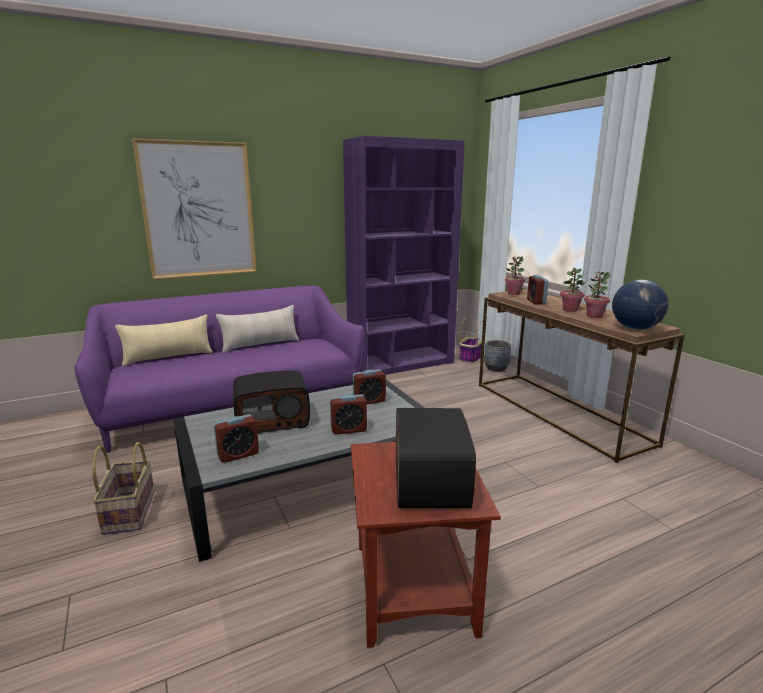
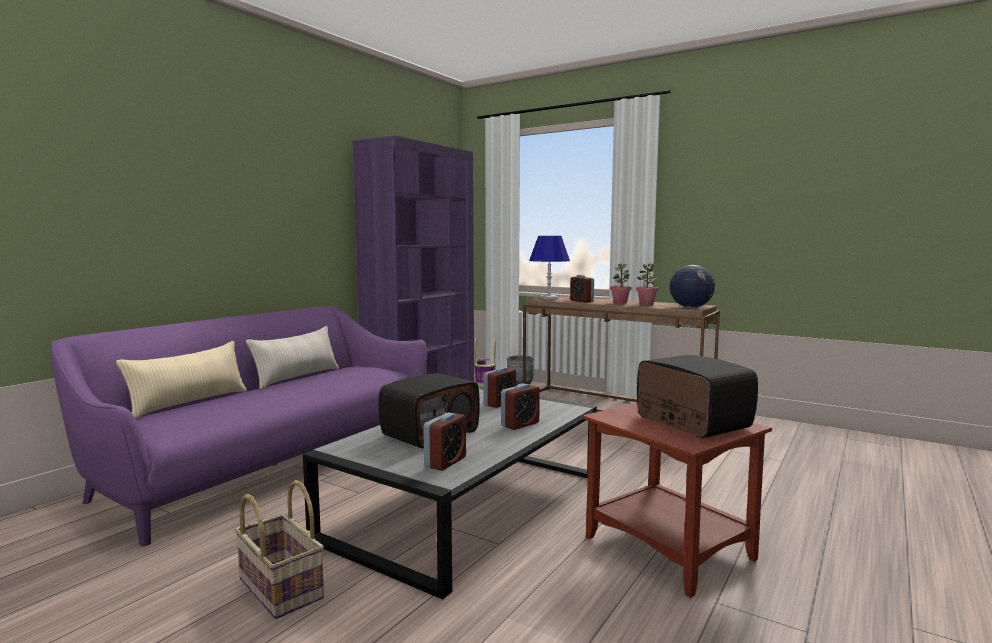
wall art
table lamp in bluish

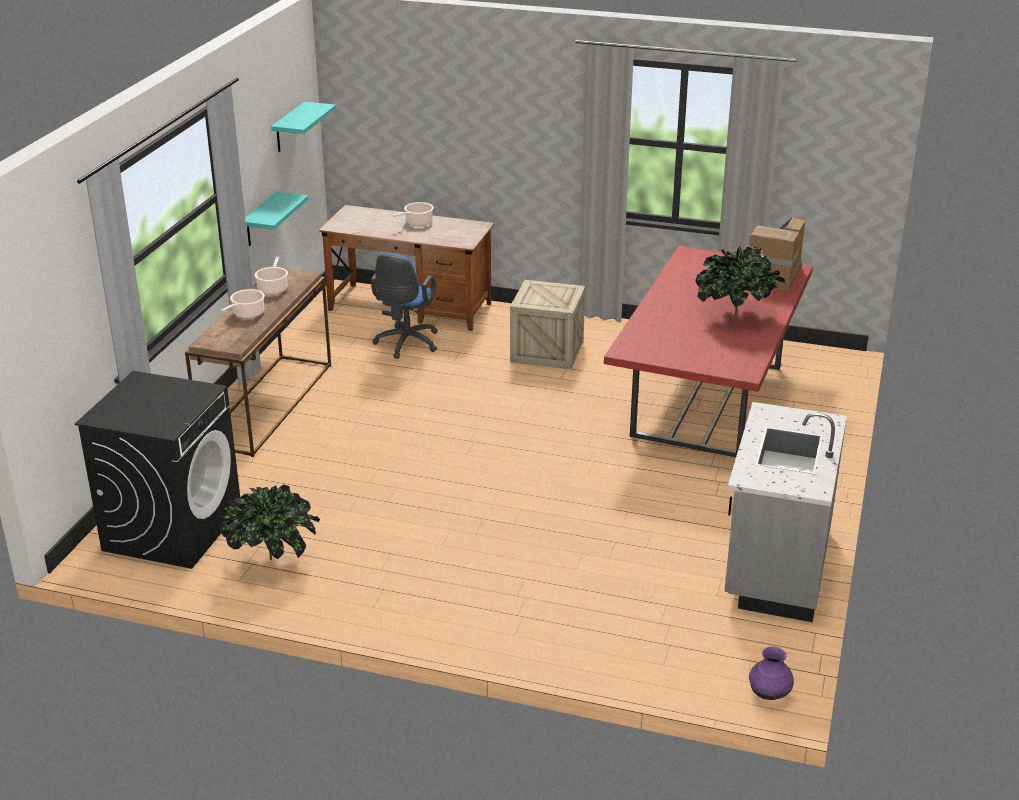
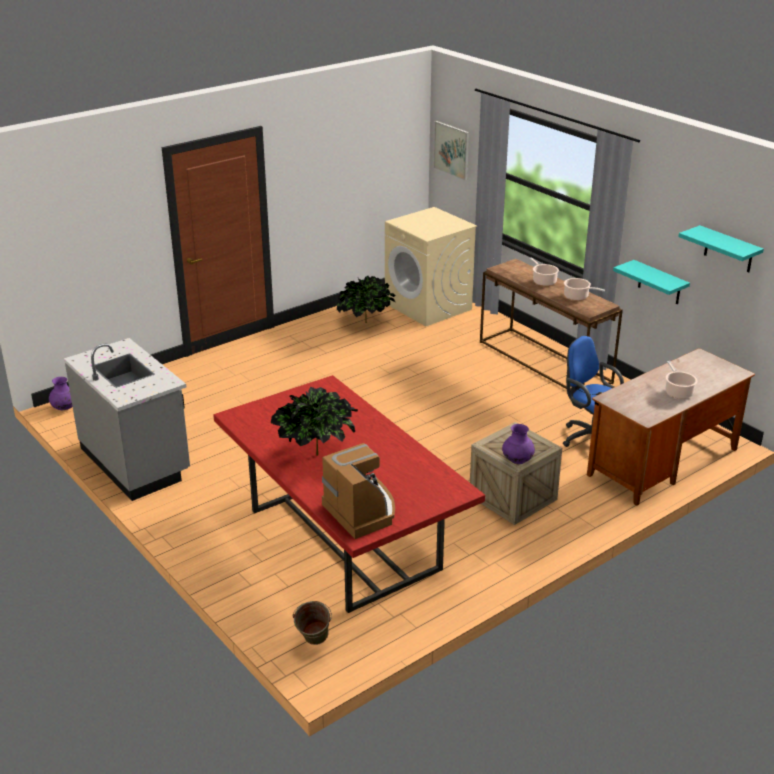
washing machine in sand-coloured
water bucket in green
wall art
decorative vase in purple-coloured (no. 2 from left)

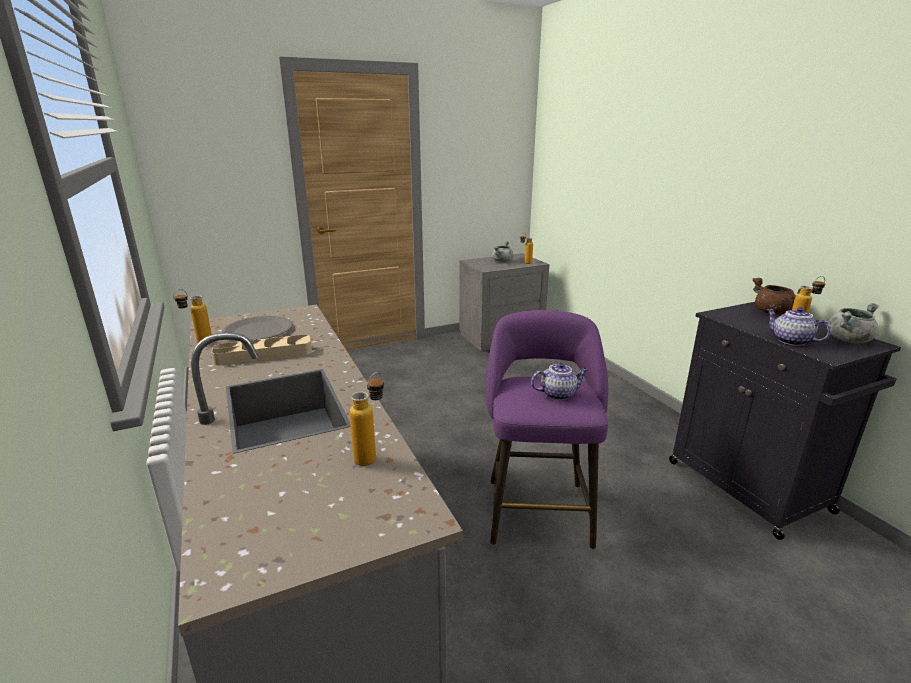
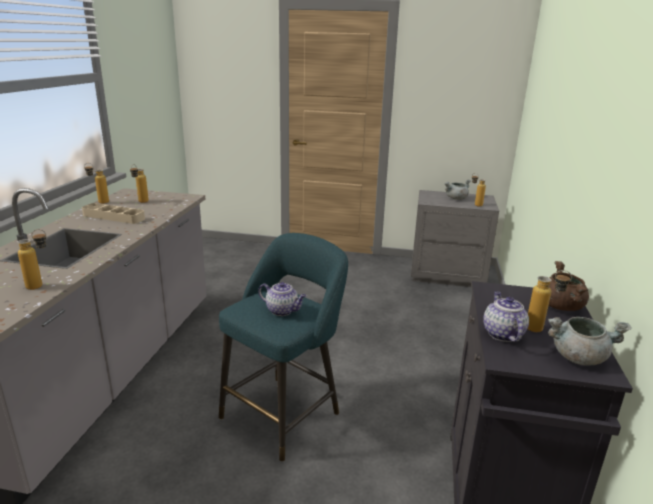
drink bottle (no. 3 from left)
sitting stool in blue-green

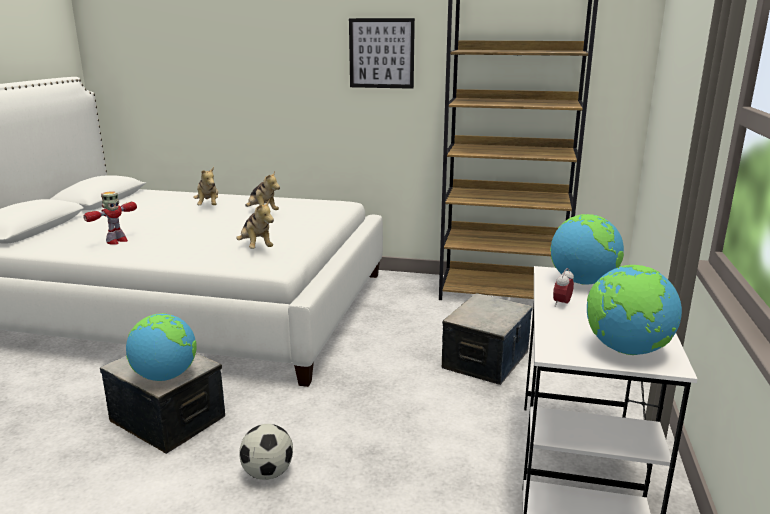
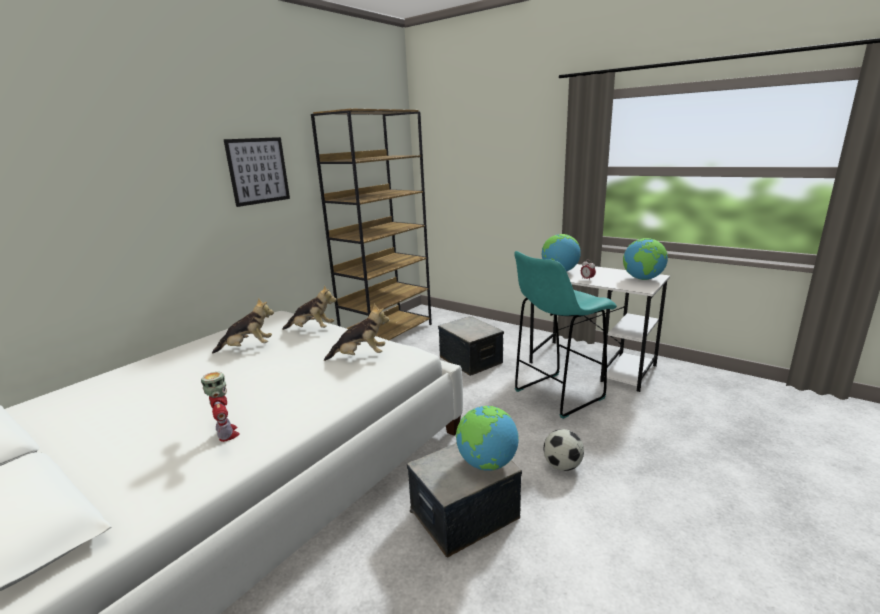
soft toy (no. 2 from left)
sitting stool in blue-green

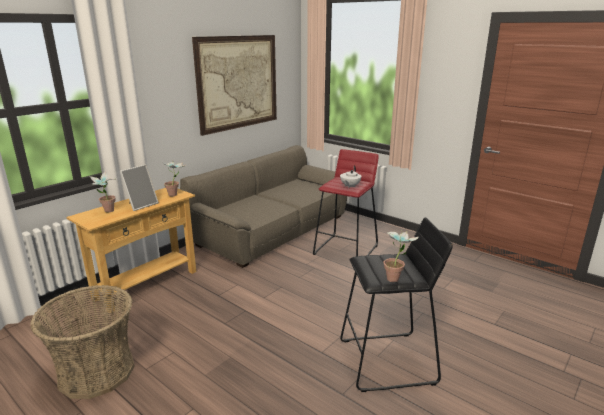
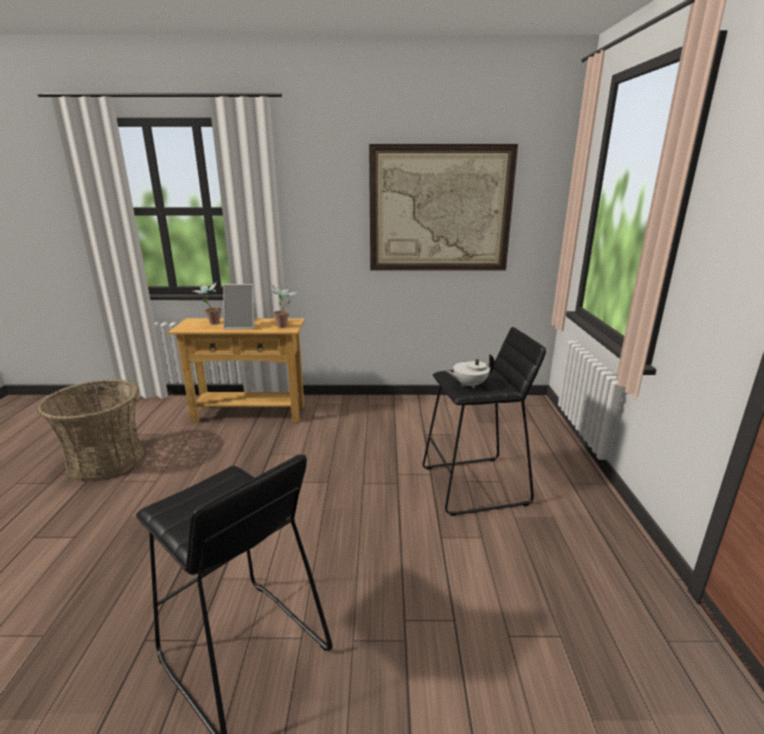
couch
sitting stool in black (no. 2 from left)
potted plant (no. 3 from left in the first image)

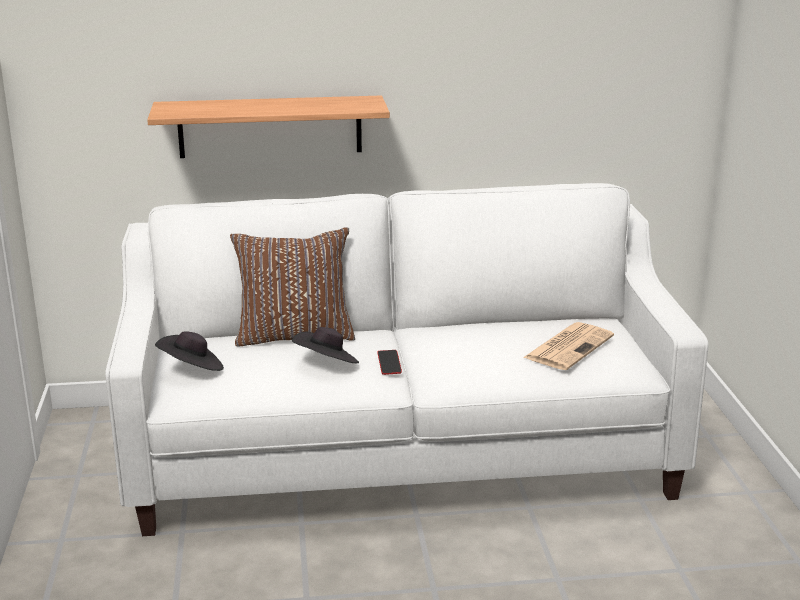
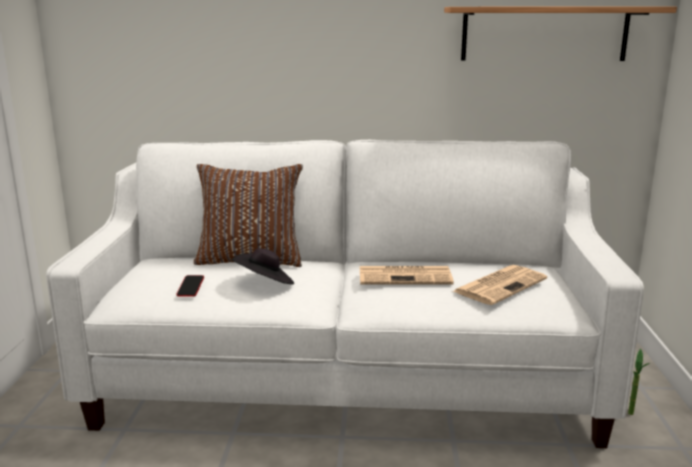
bracket shelf
clothing hat in black (no. 1 from left in the first image)
handset
daily paper (no. 1 from left)
potted plant

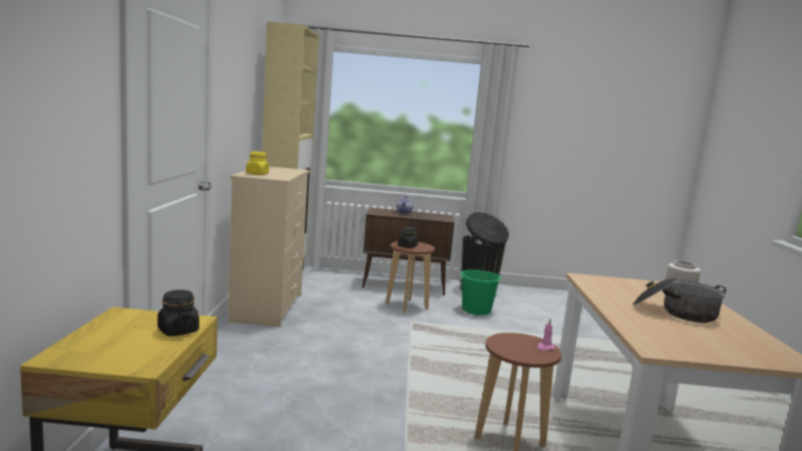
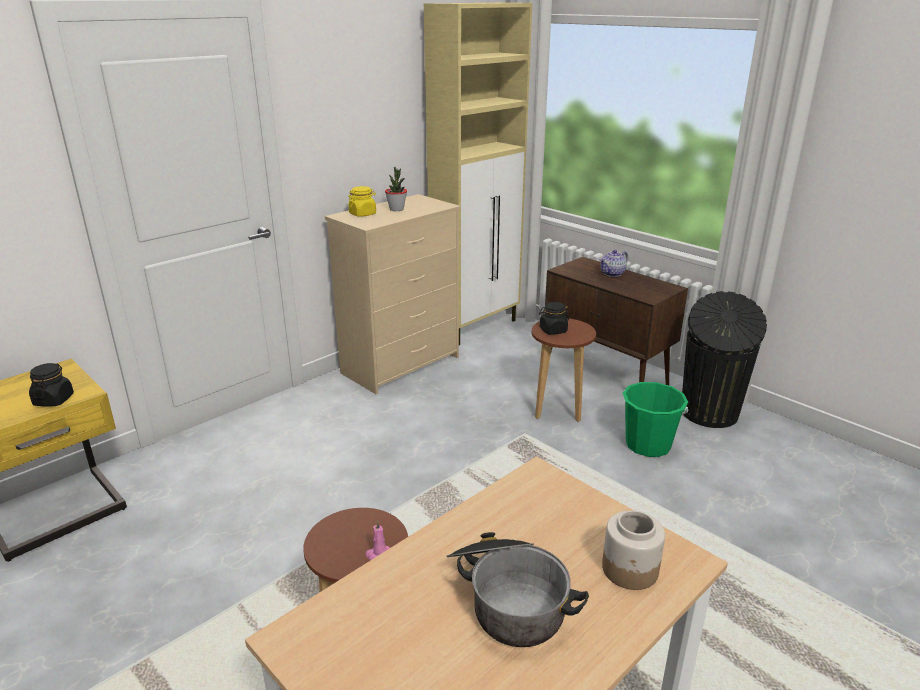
potted plant

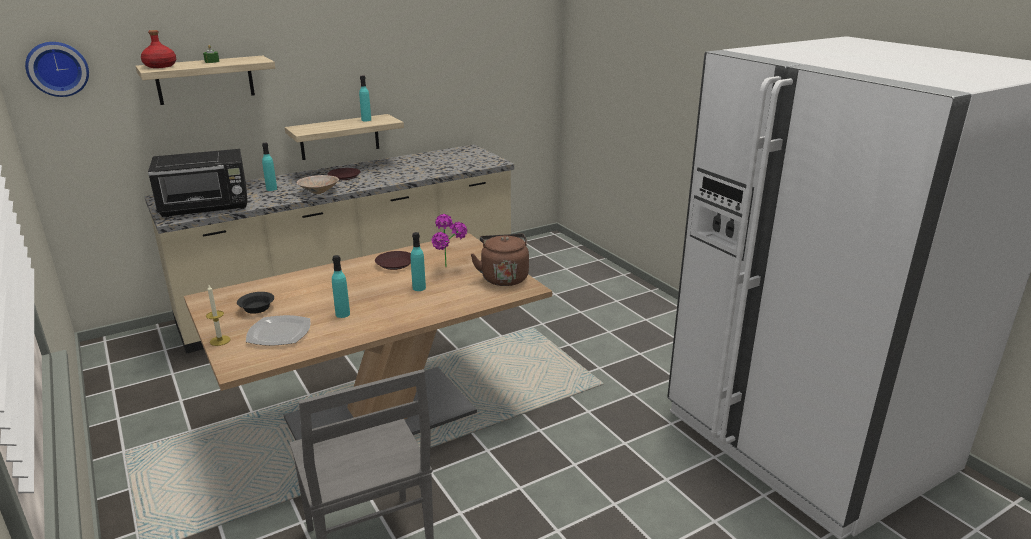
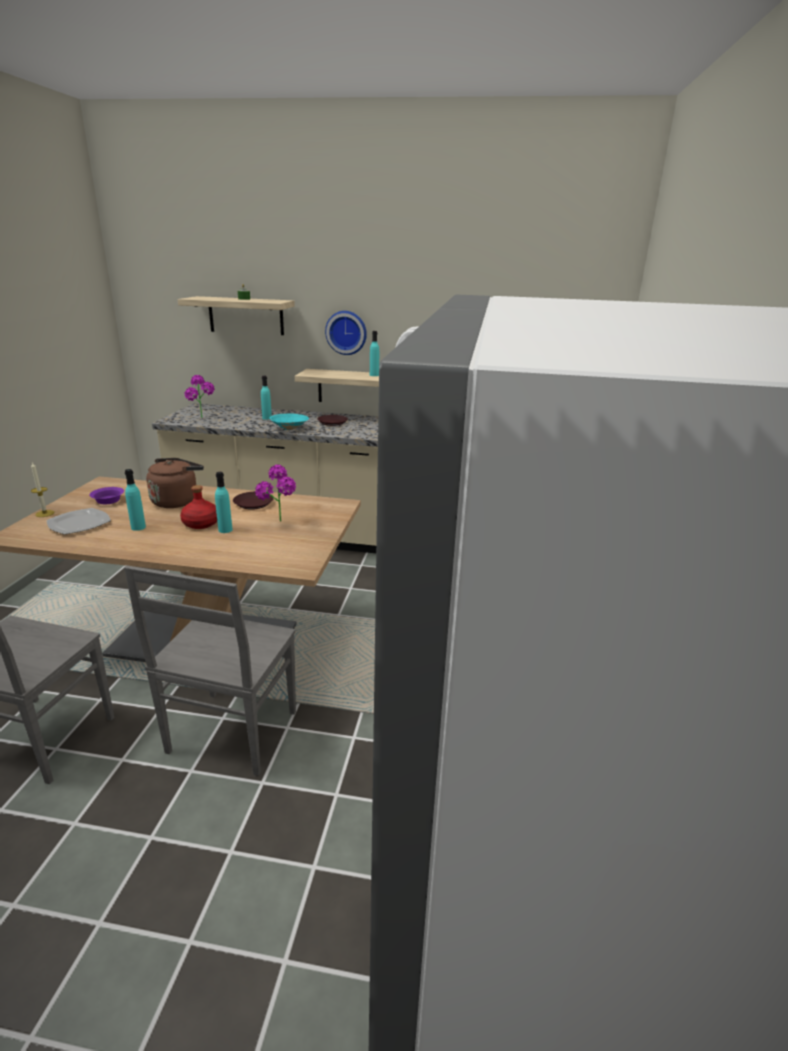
hanging clock
drink bottle in red-coloured
potted plant (no. 1 from left)
bowl in purple-coloured
bowl in blue-green
water kettle in brown
plain chair in greyish (no. 2 from left)

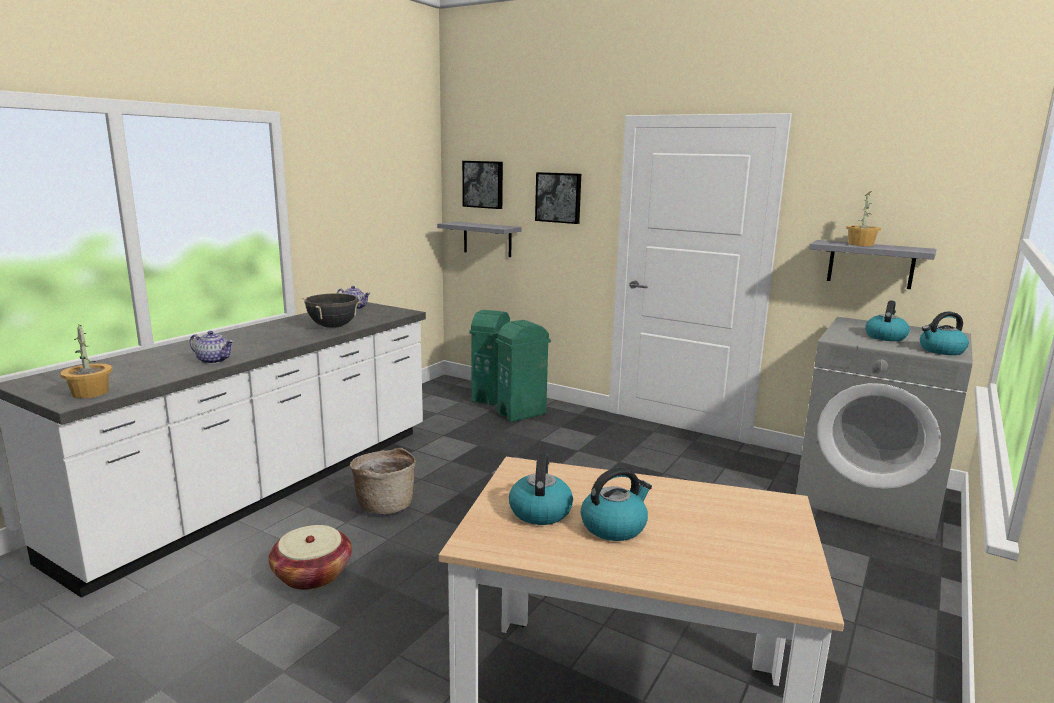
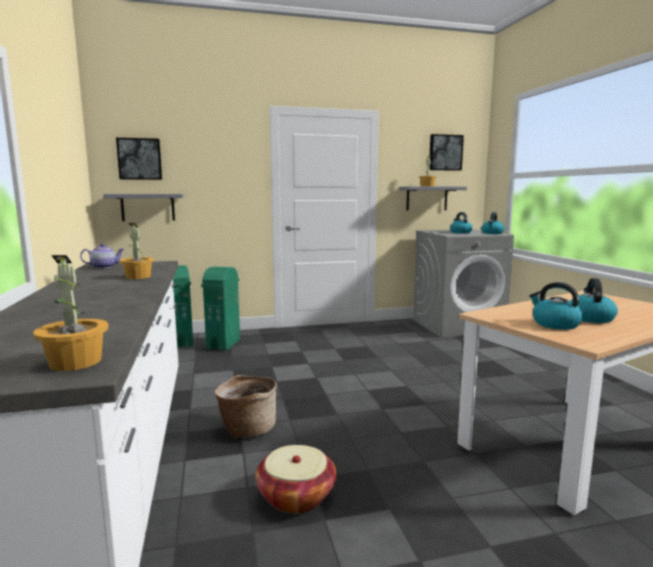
teapot (no. 1 from left in the first image)
potted plant (no. 2 from left)
wall art (no. 2 from left)

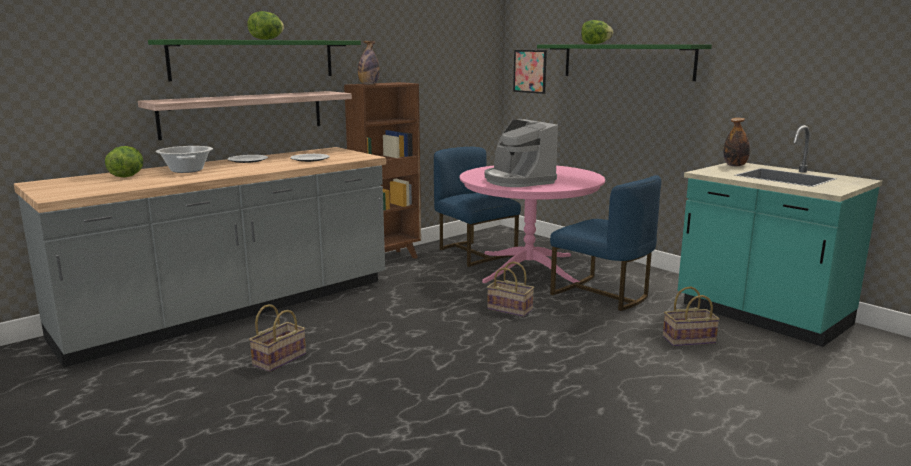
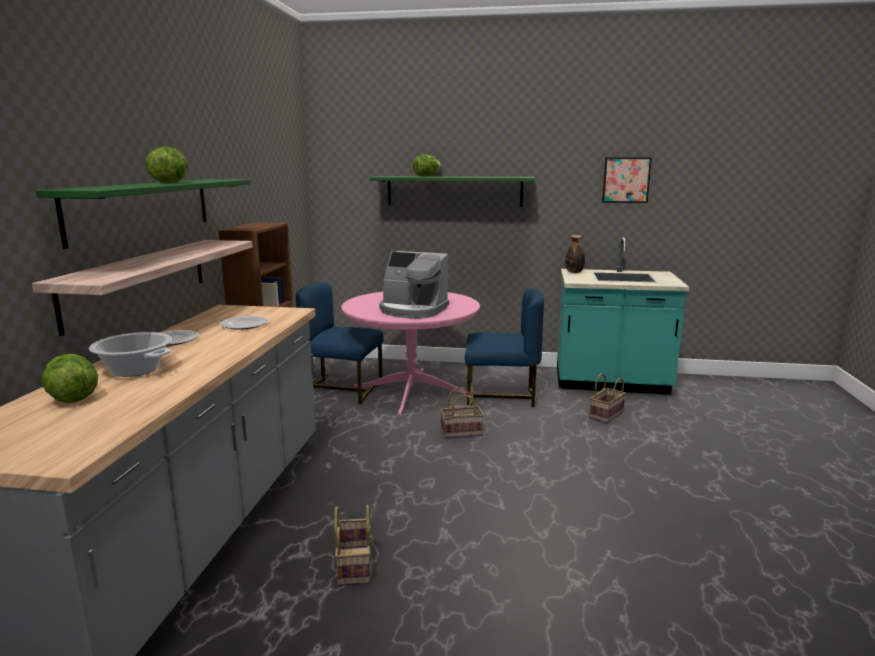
drink bottle (no. 1 from left in the first image)
wall art

